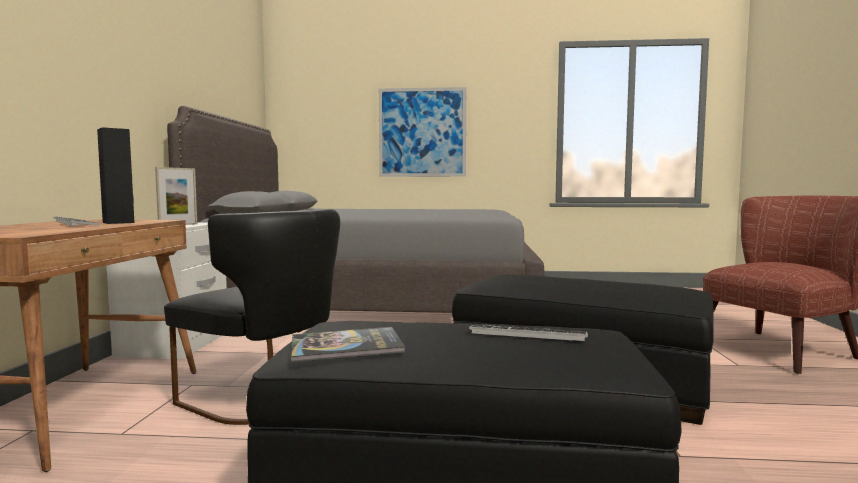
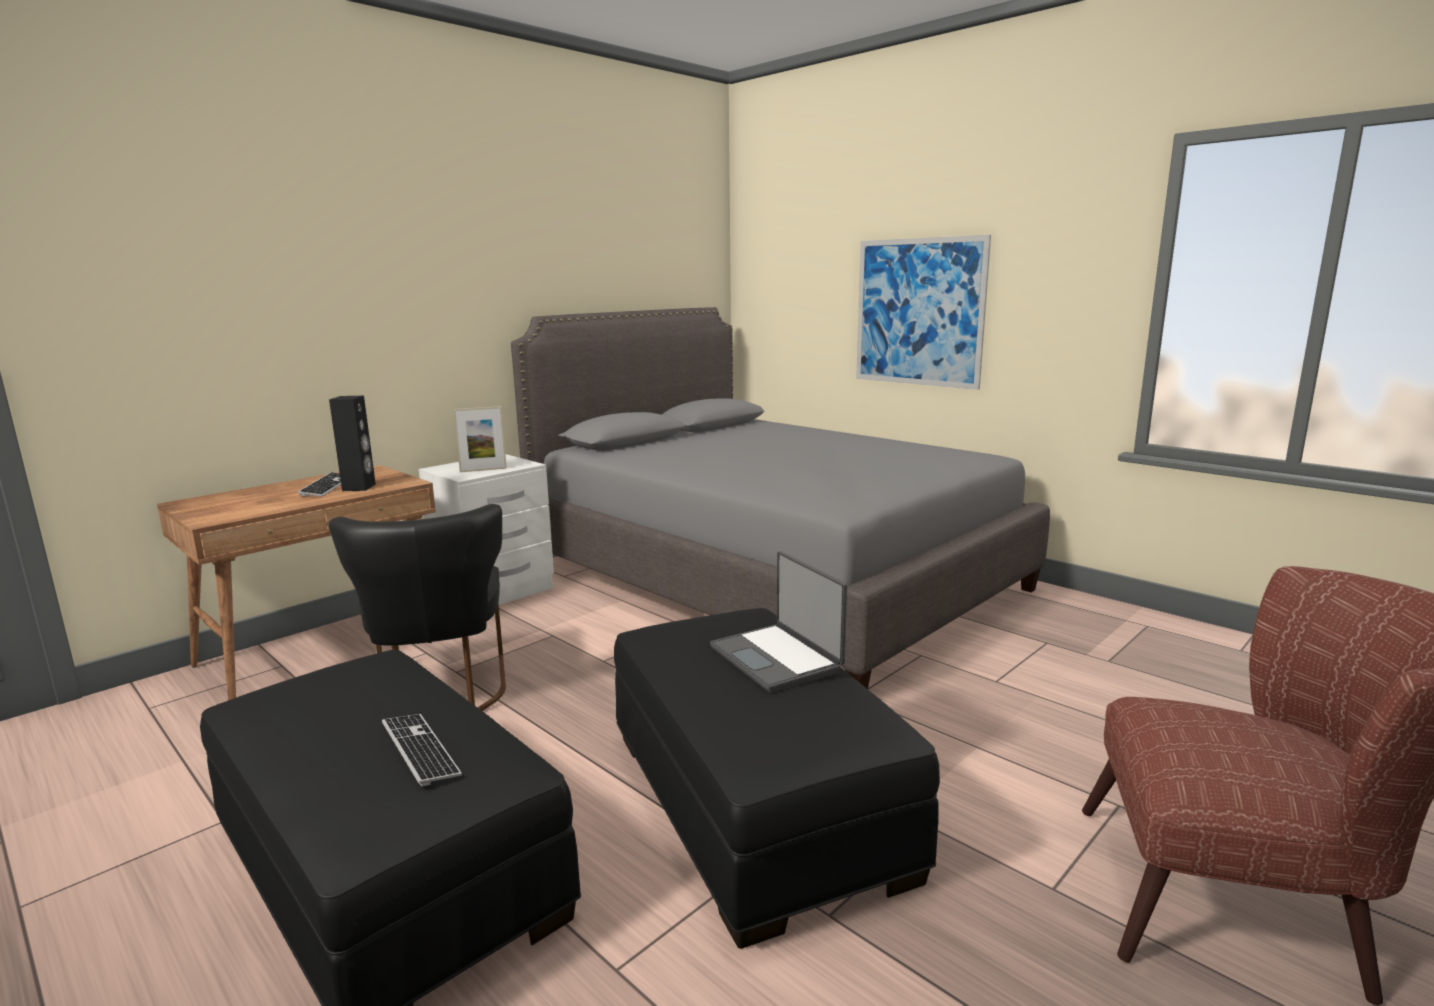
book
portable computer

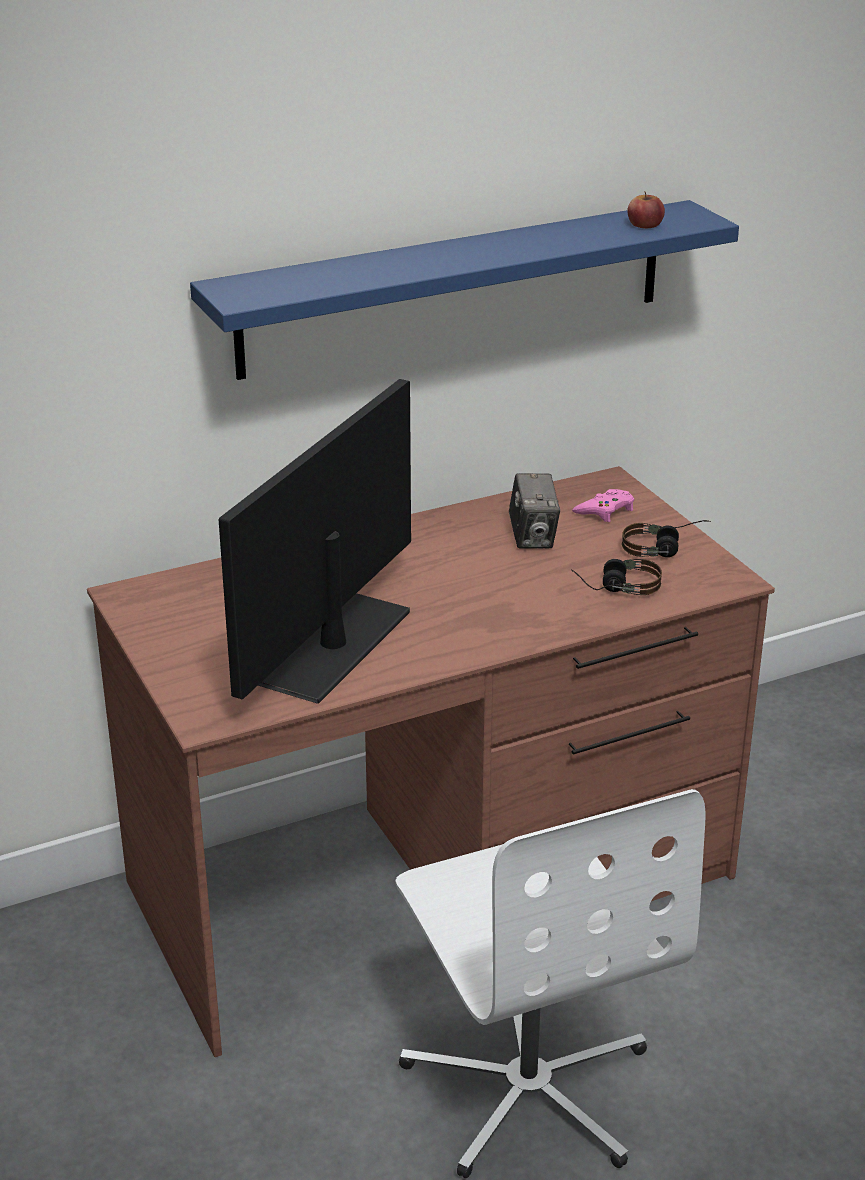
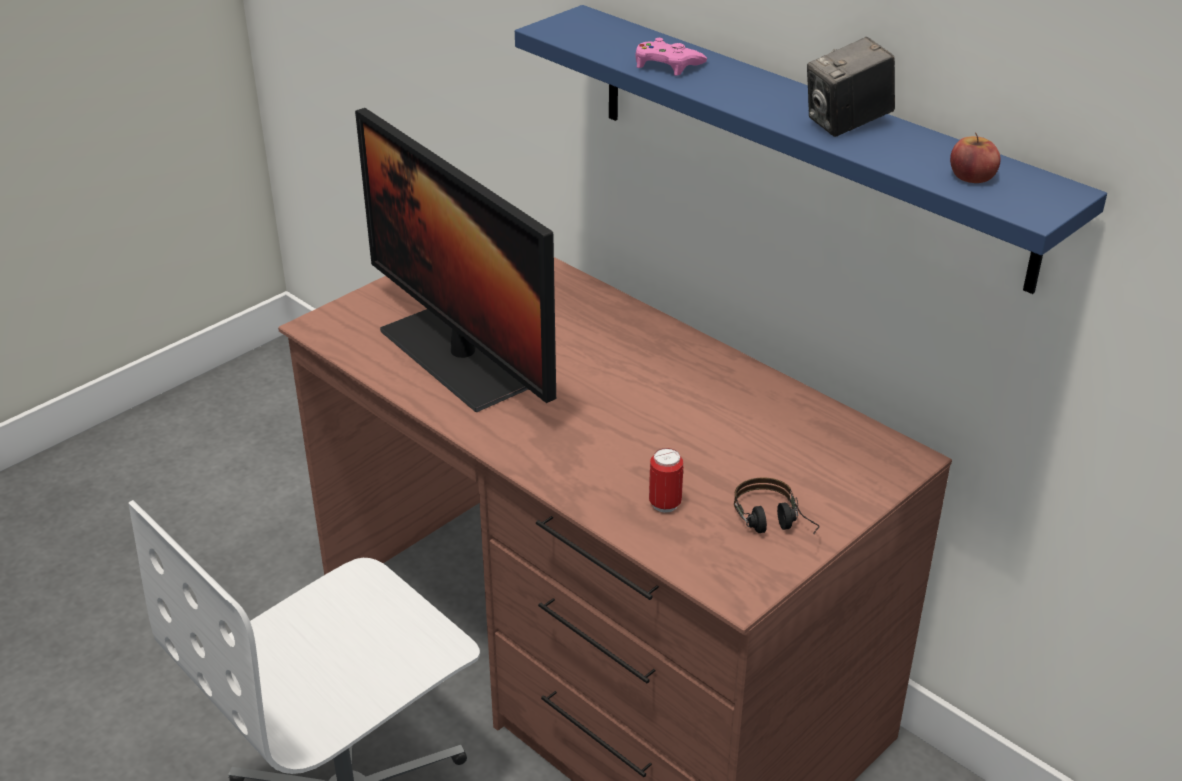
computer screen
still camera
can
game controller in pinkish

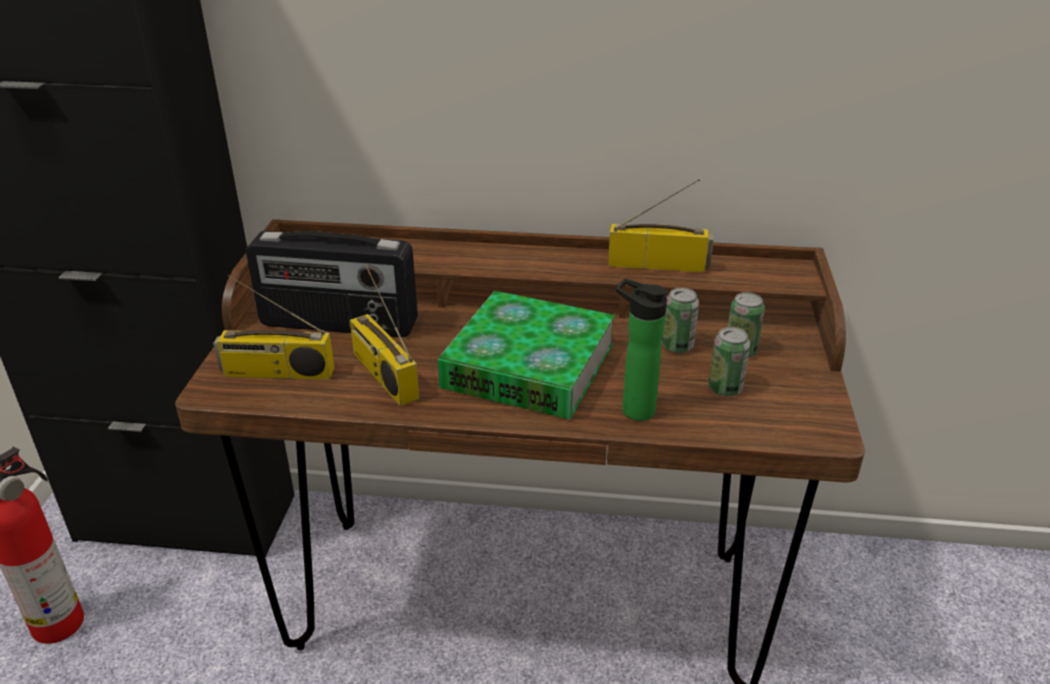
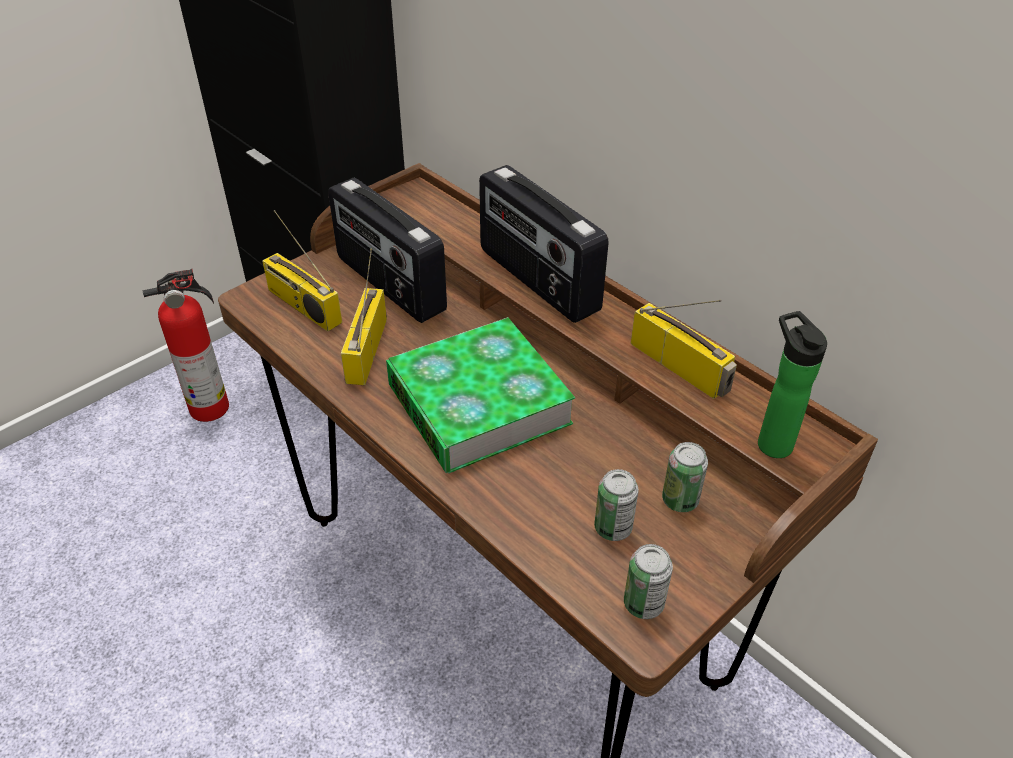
drink bottle
can (no. 2 from left)
radio receiver (no. 4 from left)

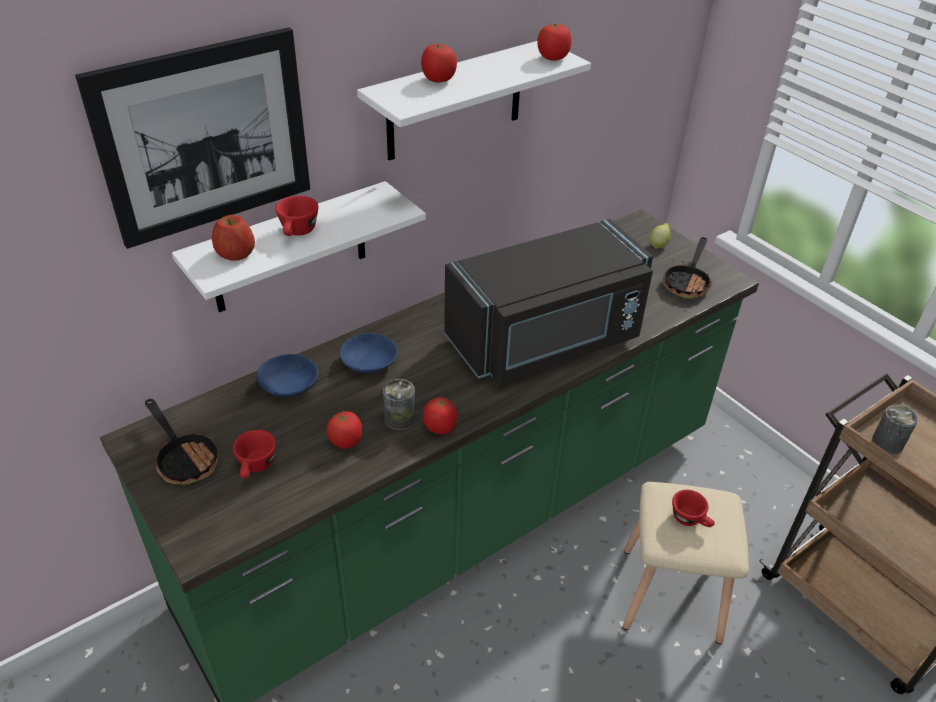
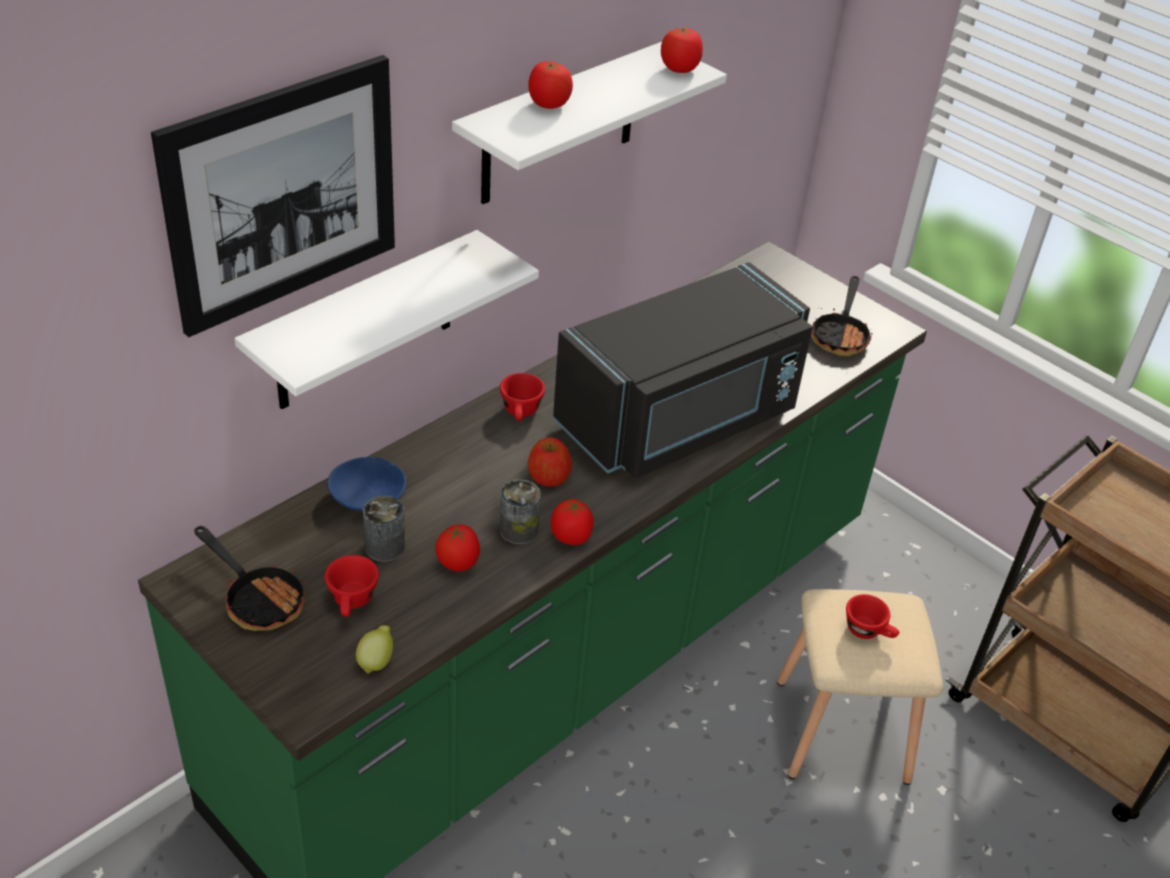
apple
cup in red-coloured (no. 2 from left)
bowl in bluish (no. 2 from left in the first image)
whole lemon
can (no. 1 from left)

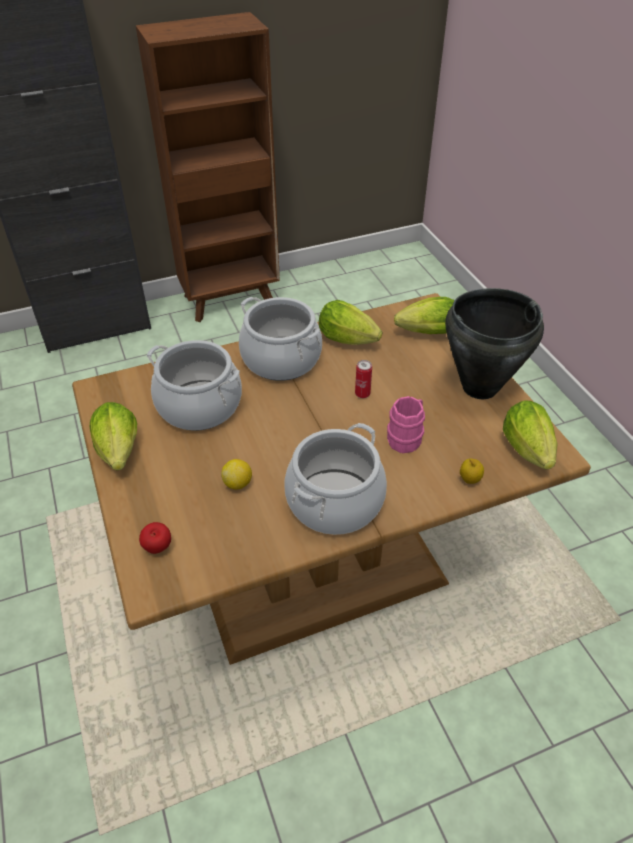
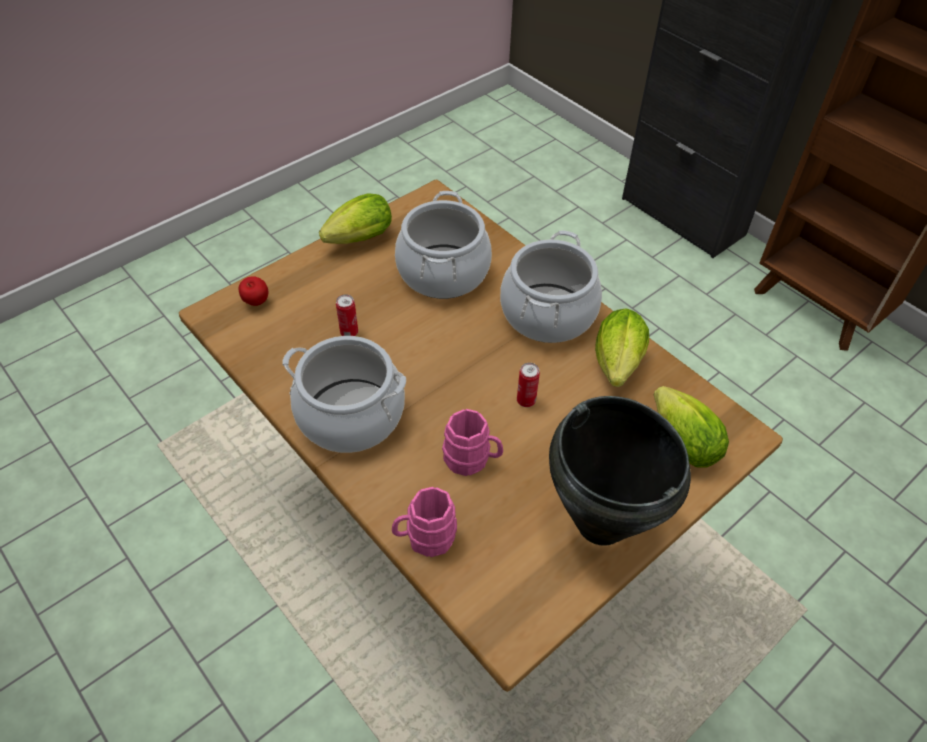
can (no. 1 from left)
mug in pinkish (no. 1 from left)
head of lettuce (no. 4 from left in the first image)

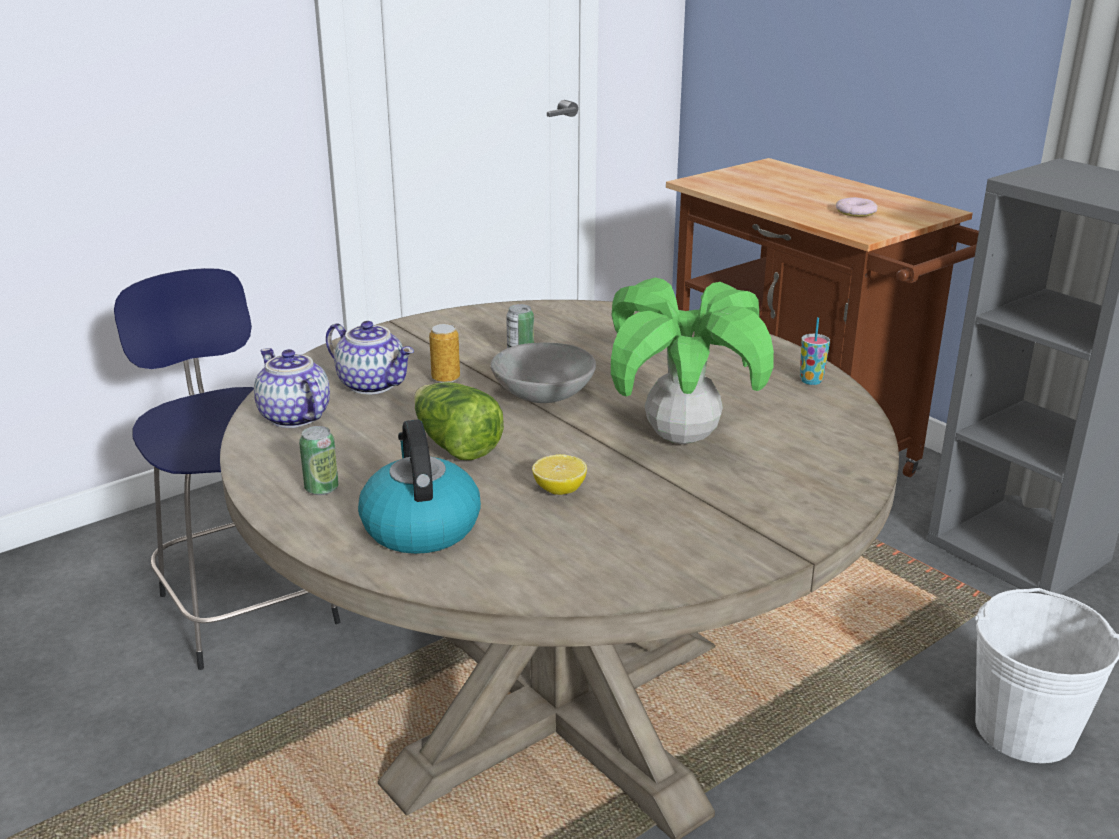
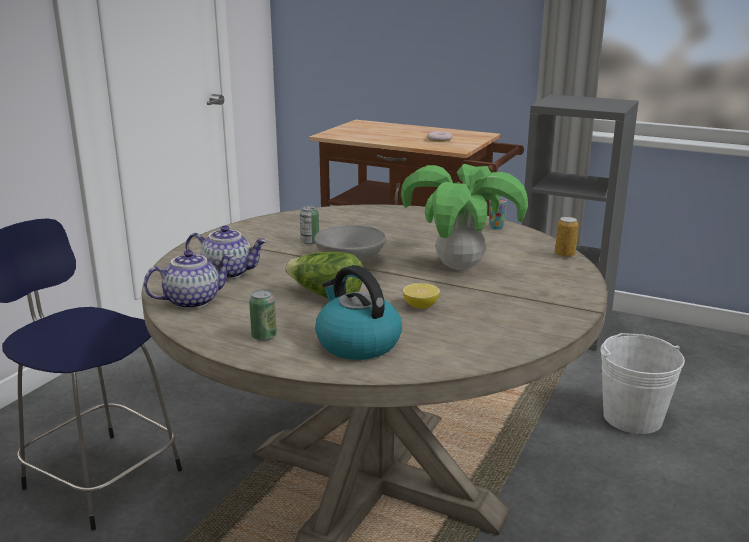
teapot (no. 1 from left)
can (no. 3 from left)

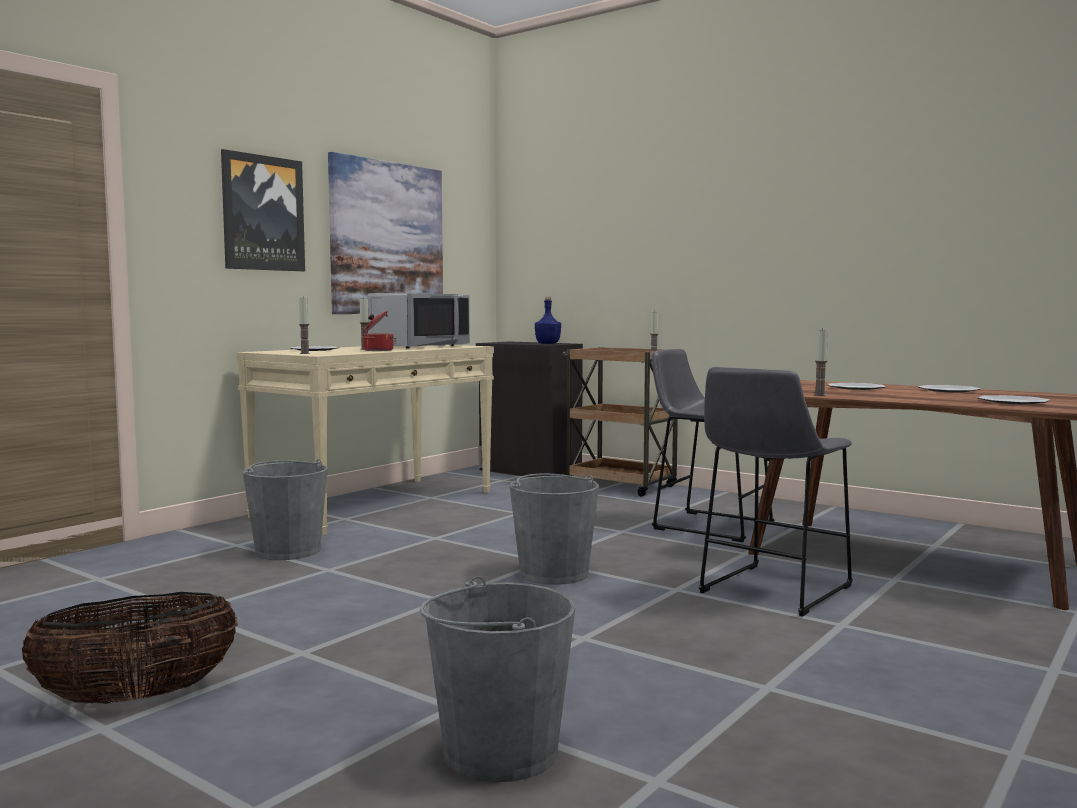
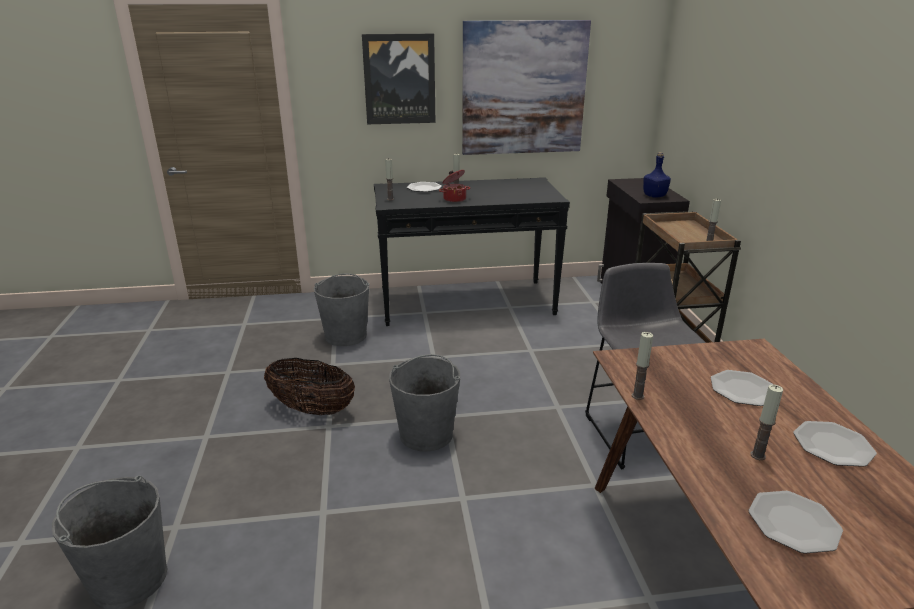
household basket
console table in black
microwave in greyish
sitting stool in greyish (no. 2 from left in the first image)
candle (no. 5 from left)

